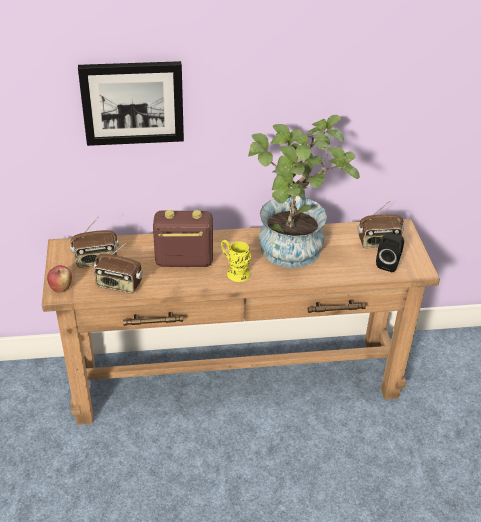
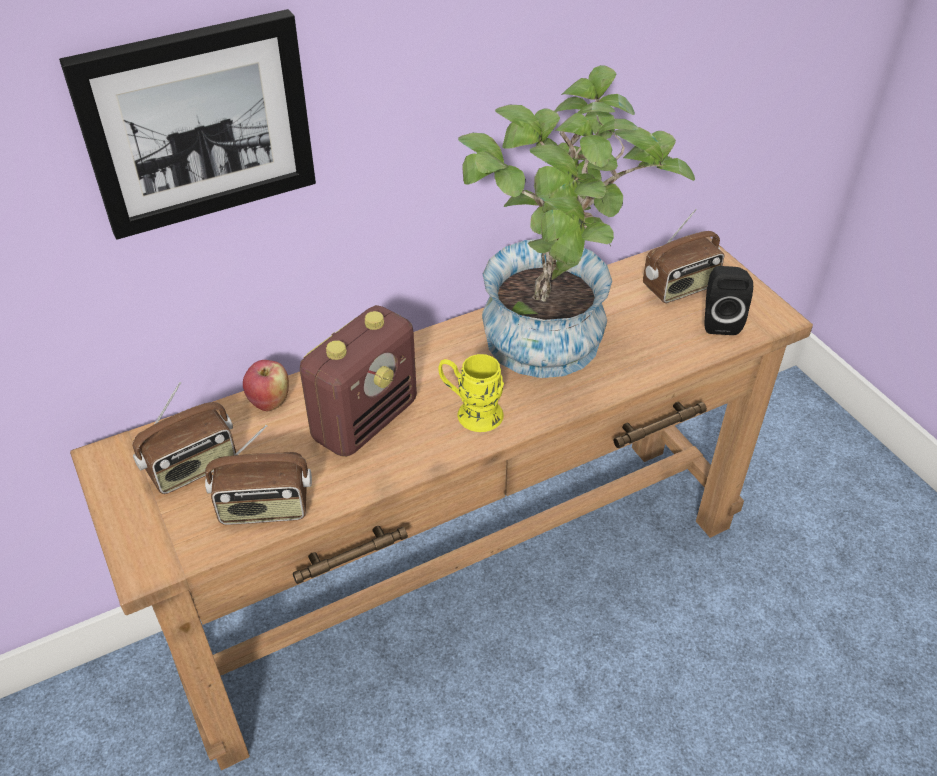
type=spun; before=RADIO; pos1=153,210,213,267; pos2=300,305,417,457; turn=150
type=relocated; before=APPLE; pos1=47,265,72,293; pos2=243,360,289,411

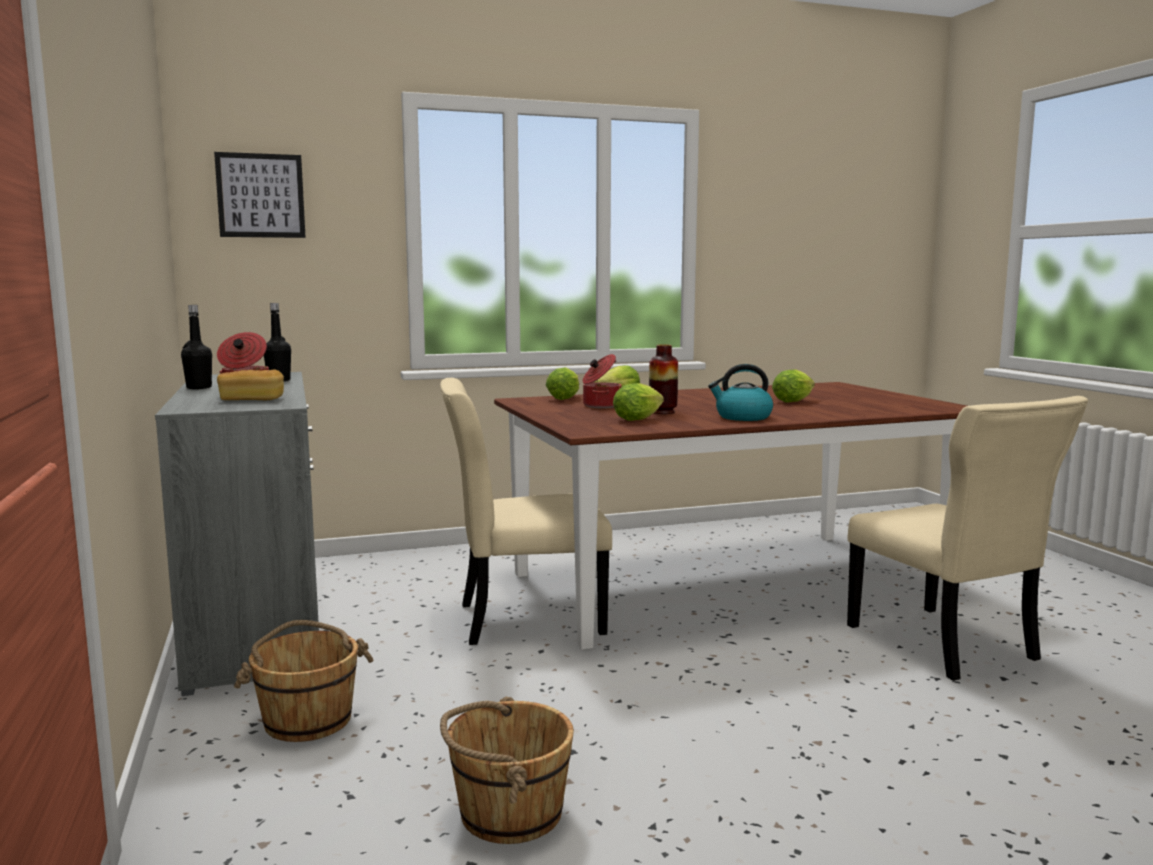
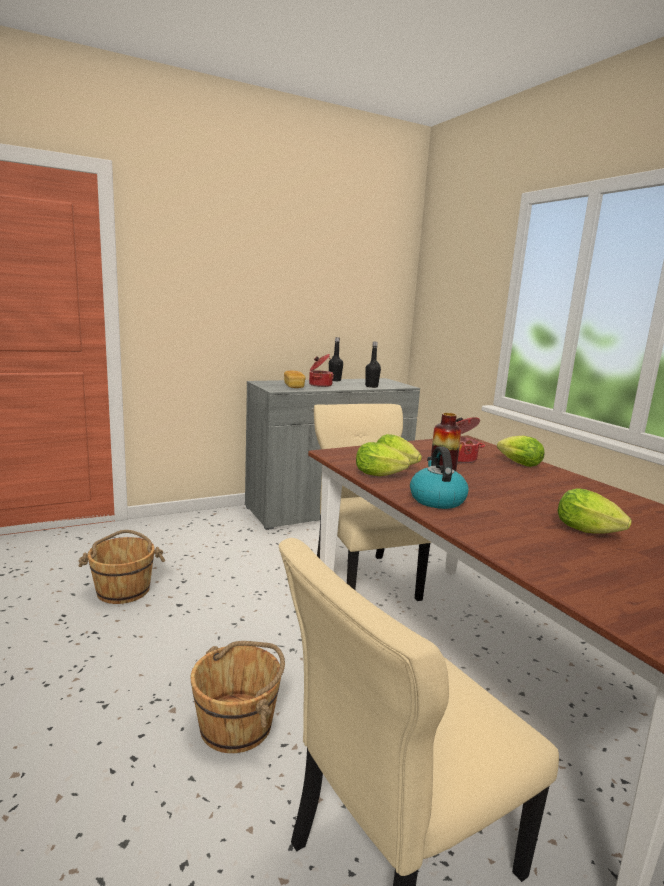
type=missing; before=PICTURE; pos1=214,152,306,238
type=relocated; before=LETTUCE; pos1=546,367,579,400; pos2=356,442,410,476
type=relocated; before=BROWN BUCKET; pos1=234,620,374,742; pos2=191,641,285,753

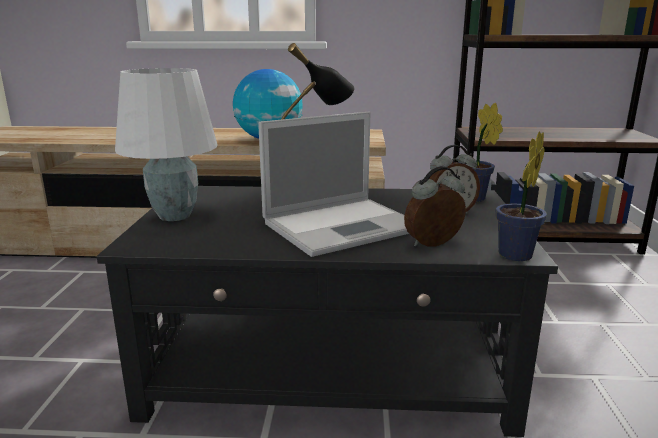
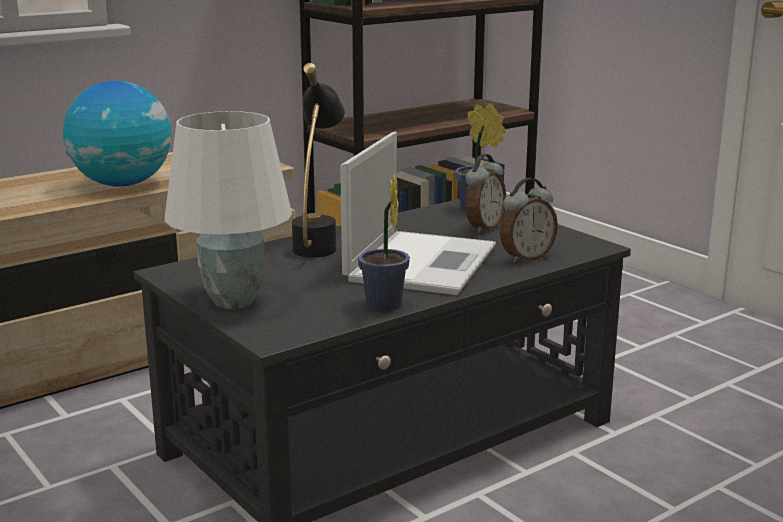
type=relocated; before=POTTED PLANT; pos1=496,132,547,261; pos2=358,174,410,311
type=spun; before=ALARM CLOCK; pos1=404,166,466,247; pos2=500,178,558,263; turn=-150

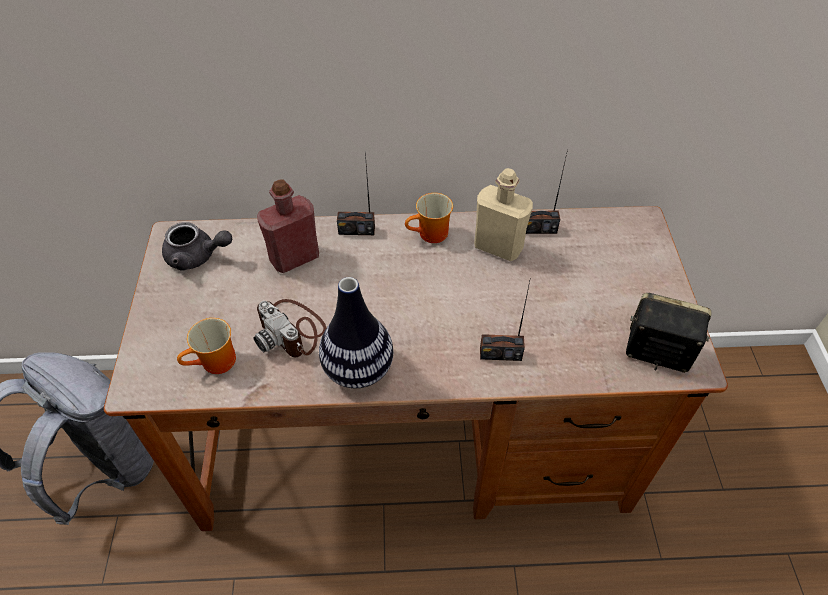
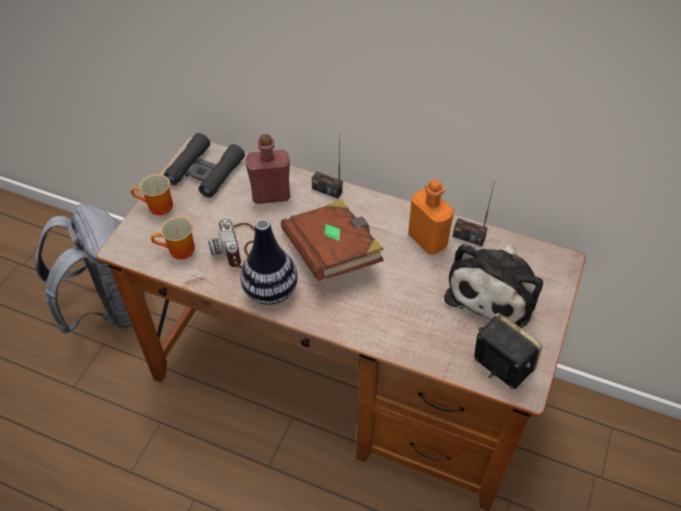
type=colour; before=BEIGE BOTTLE; after=ORANGE BOTTLE; pos1=474,168,533,261; pos2=408,179,454,255
type=relocated; before=MUG; pos1=405,193,453,243; pos2=131,174,173,215
type=exchanged; before=GREY TEAPOT; after=BLACK BINOCULARS; pos1=162,222,232,271; pos2=163,133,245,198
type=missing; before=RADIO; pos1=480,281,530,361
type=appeared; after=BROWN BOOK; pos2=281,200,384,281
type=appeared; after=PLUSH TOY; pos2=444,244,543,328

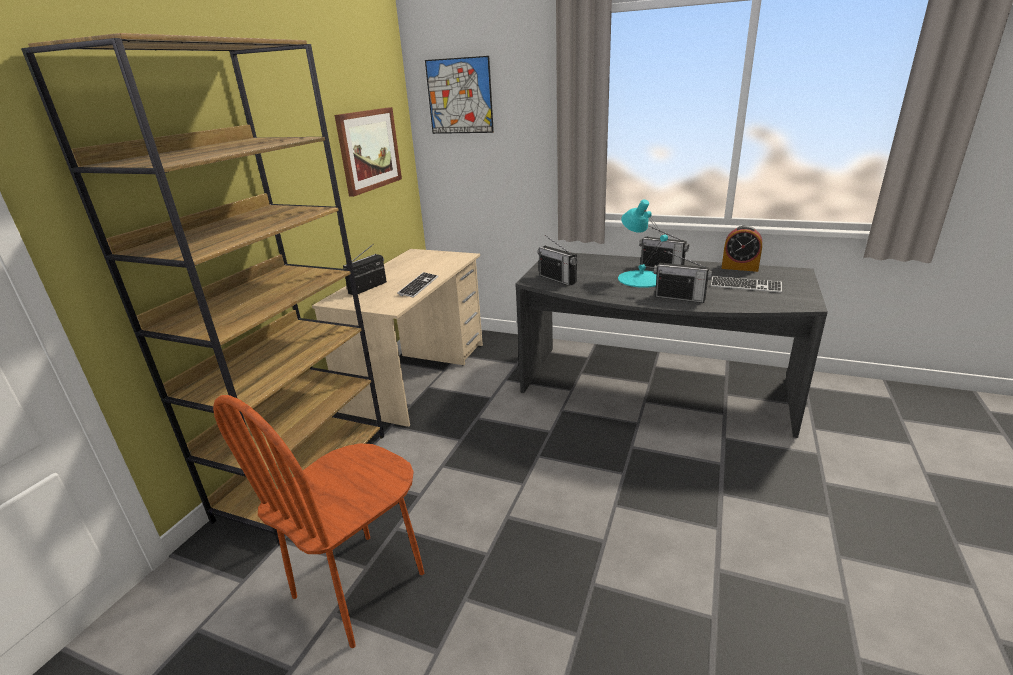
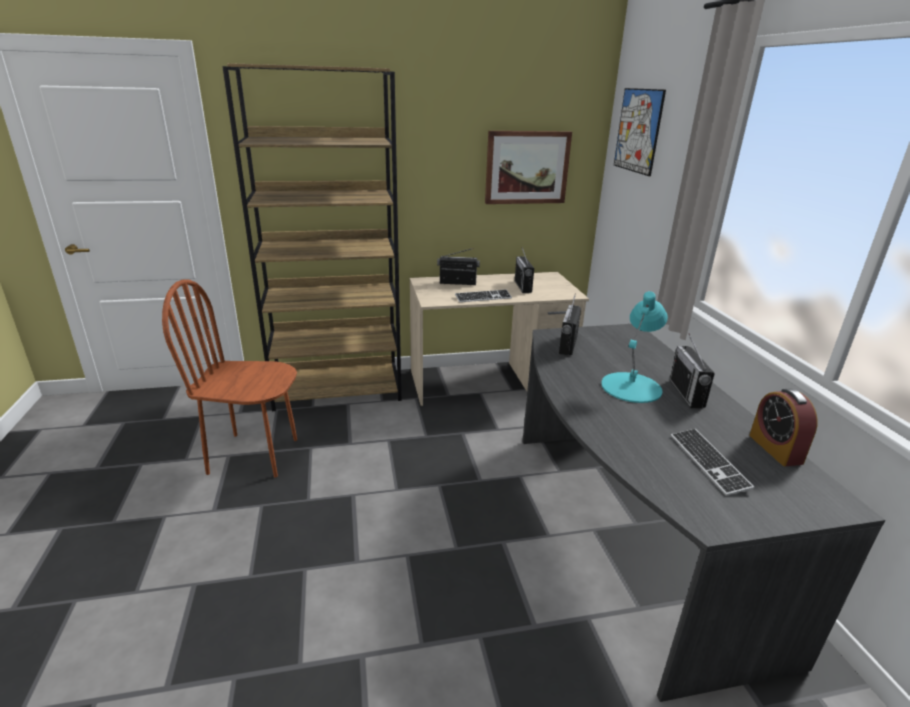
type=relocated; before=RADIO; pos1=654,250,713,303; pos2=515,247,534,293

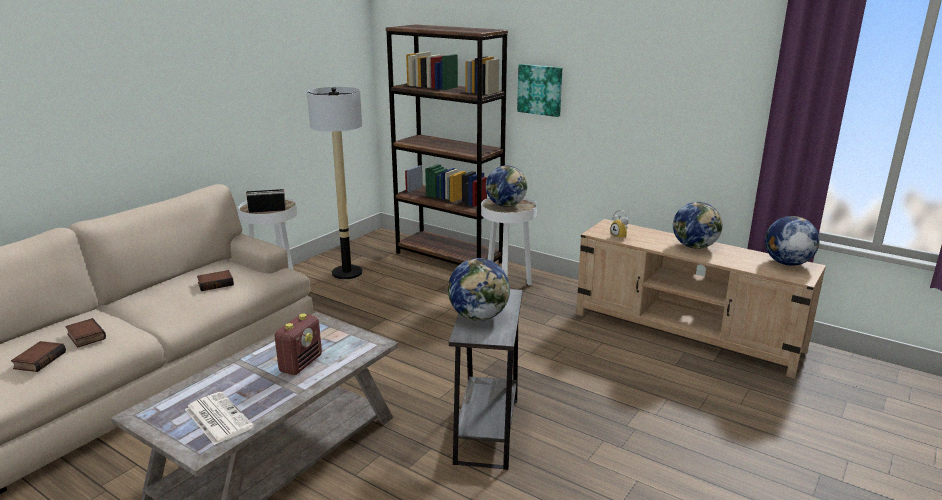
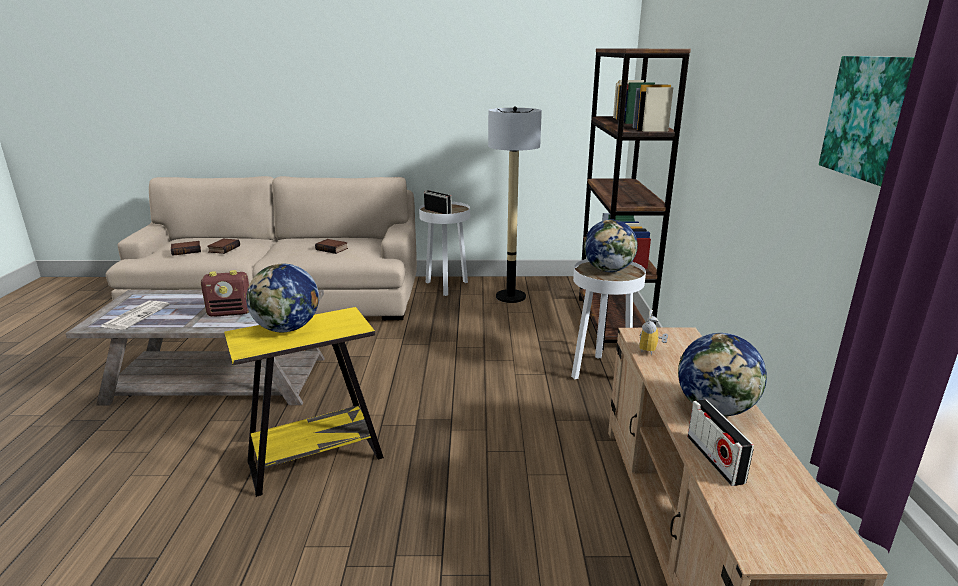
type=relocated; before=PICTURE; pos1=517,64,562,117; pos2=819,56,915,186
type=missing; before=GLOBE; pos1=765,216,820,266
type=colour; before=GREY SIDE TABLE; after=YELLOW SIDE TABLE; pos1=449,289,523,470; pos2=224,307,384,497
type=appeared; after=RADIO; pos2=687,399,754,486

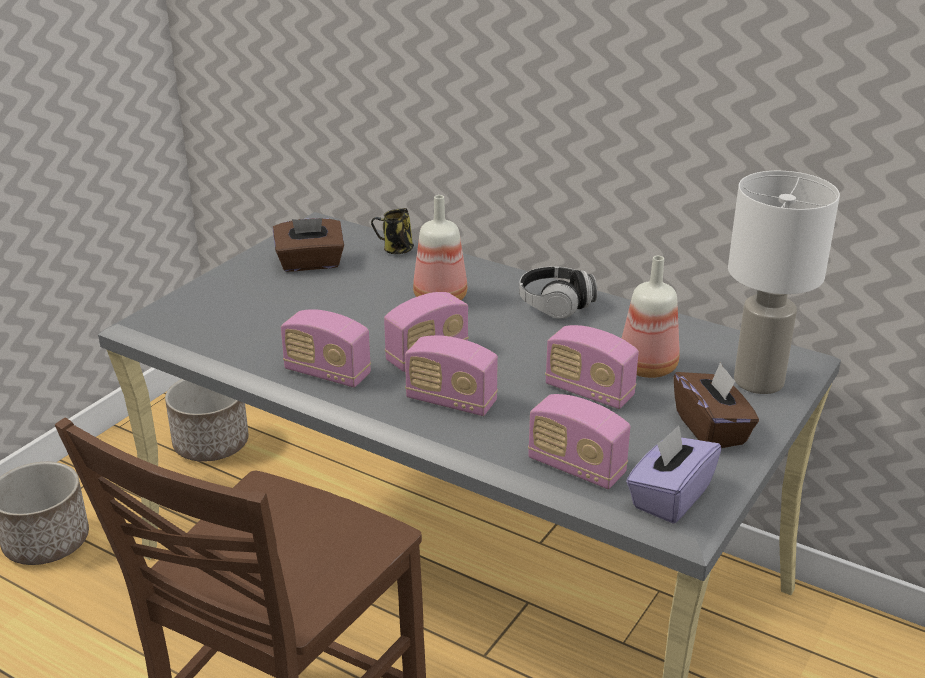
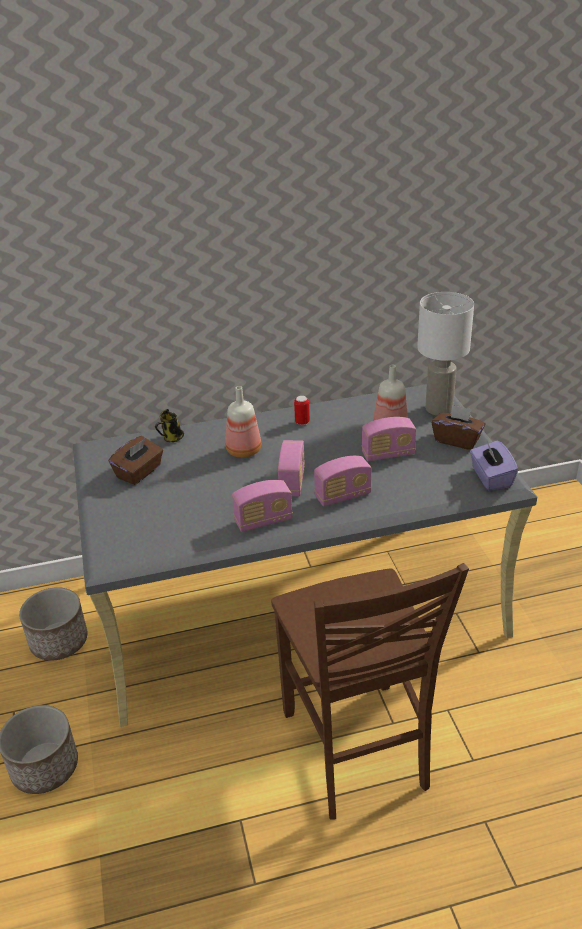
type=exchanged; before=HEADPHONES; after=CAN; pos1=519,266,597,319; pos2=294,396,310,425
type=missing; before=RADIO; pos1=528,394,630,489

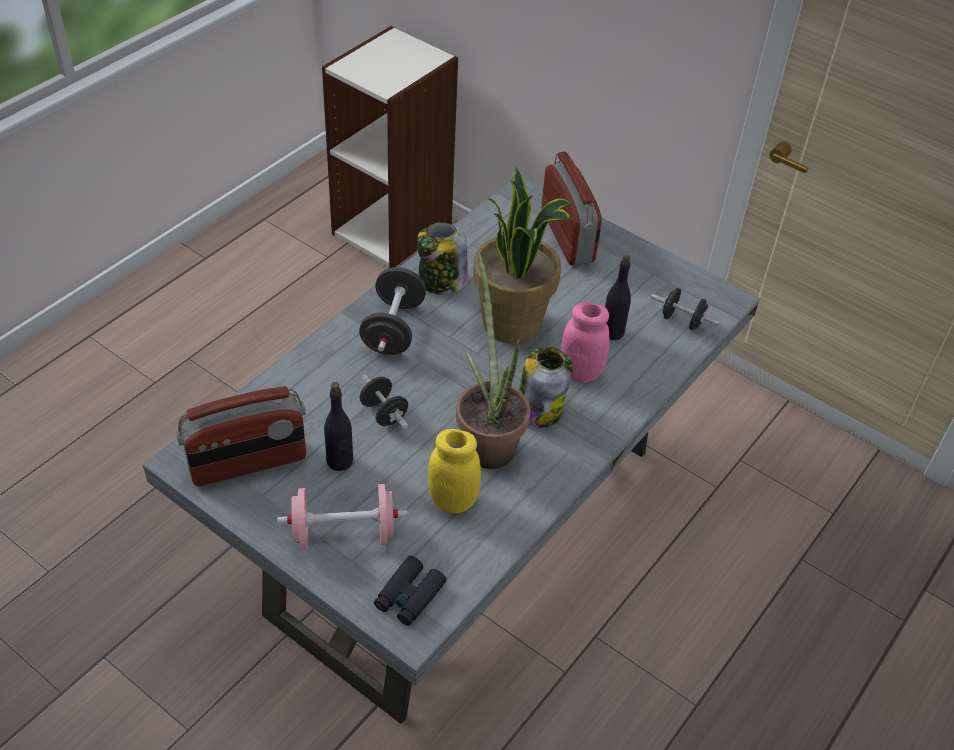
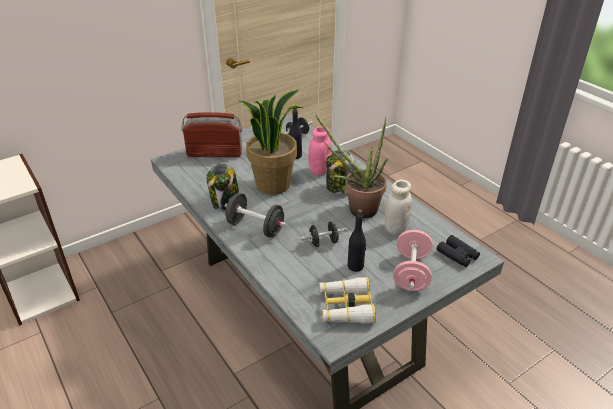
type=exchanged; before=RADIO; after=BINOCULARS; pos1=176,386,306,486; pos2=319,277,376,324
type=colour; before=YELLOW JAR; after=WHITE JAR; pos1=428,429,481,514; pos2=384,180,412,235

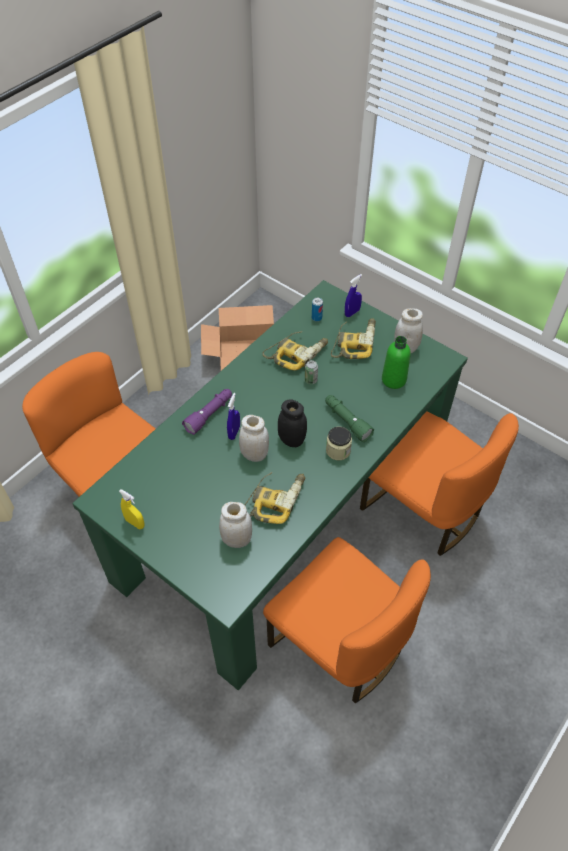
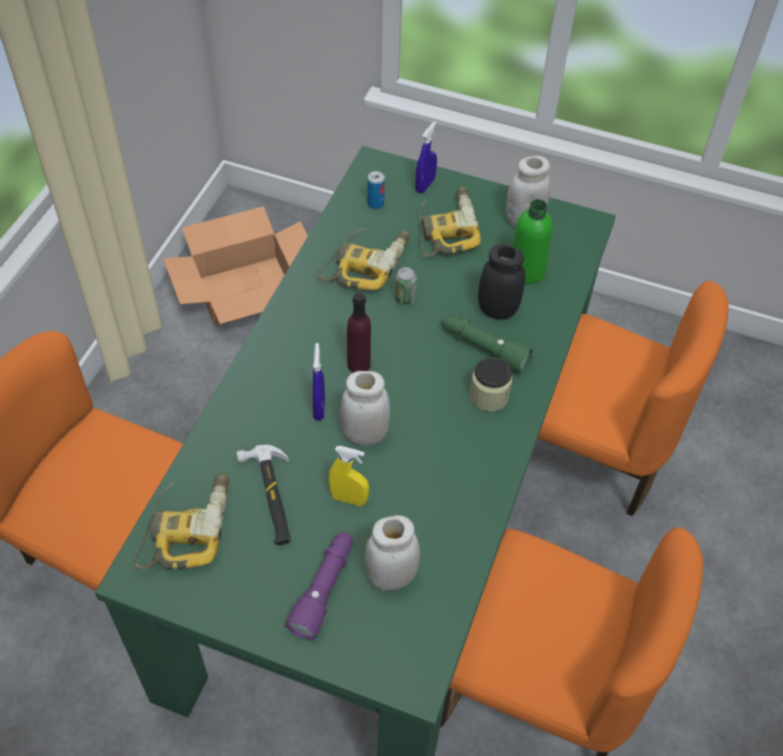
type=relocated; before=PURPLE FLASHLIGHT; pos1=182,389,232,435; pos2=285,532,353,641
type=relocated; before=BLACK JAR; pos1=278,399,307,447; pos2=478,244,525,320
type=relocated; before=POWER DRILL; pos1=244,472,305,524; pos2=133,473,229,569
type=relocated; before=YELLOW SPRAY BOTTLE; pos1=119,489,145,529; pos2=329,446,369,506
type=appeared; after=PURPLE BOTTLE; pos2=347,293,371,373
type=appeared; after=HAMMER; pos2=236,445,291,545

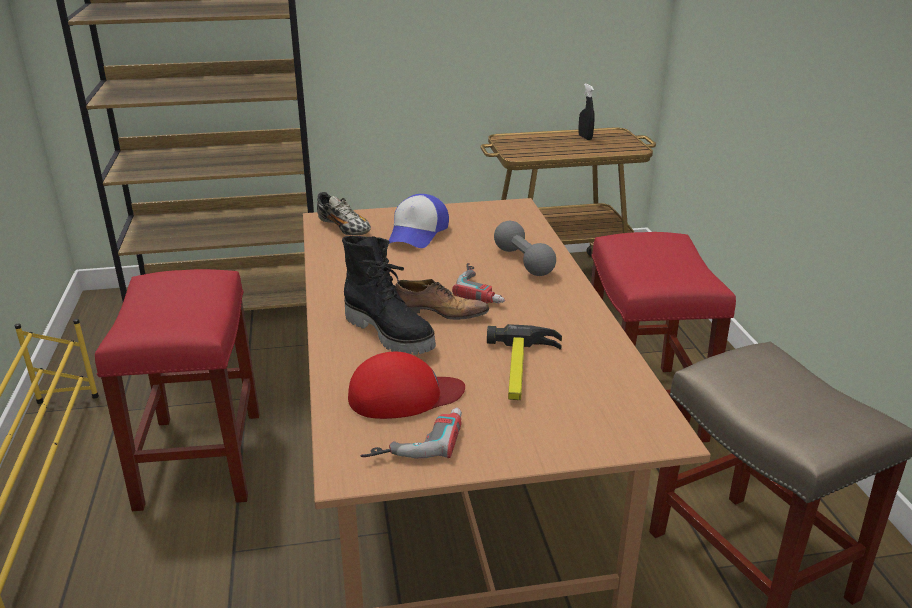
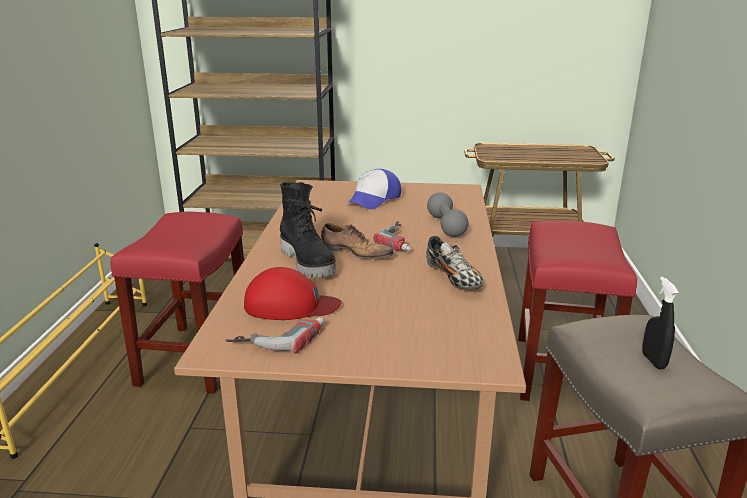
type=relocated; before=BLACK SPRAY BOTTLE; pos1=578,84,594,140; pos2=642,277,679,369
type=relocated; before=SHOE; pos1=317,192,371,236; pos2=426,236,484,290
type=missing; before=HAMMER; pos1=487,324,562,400

